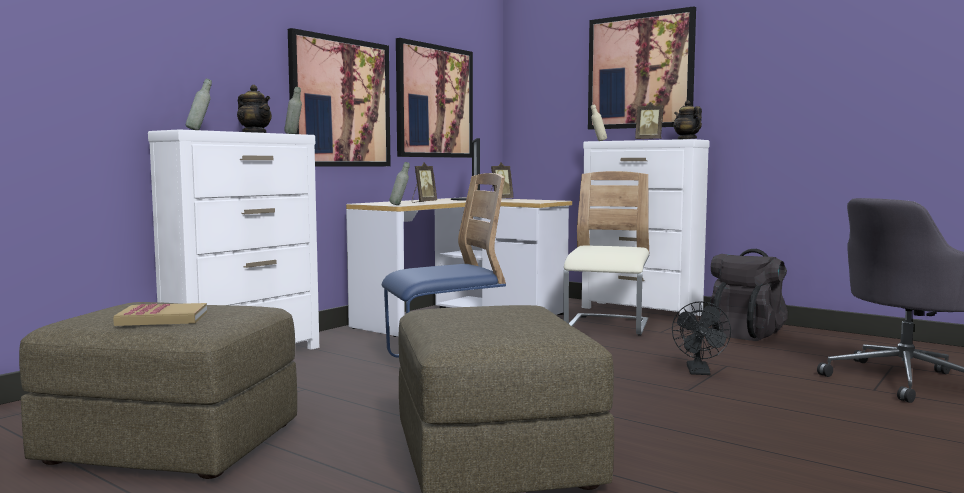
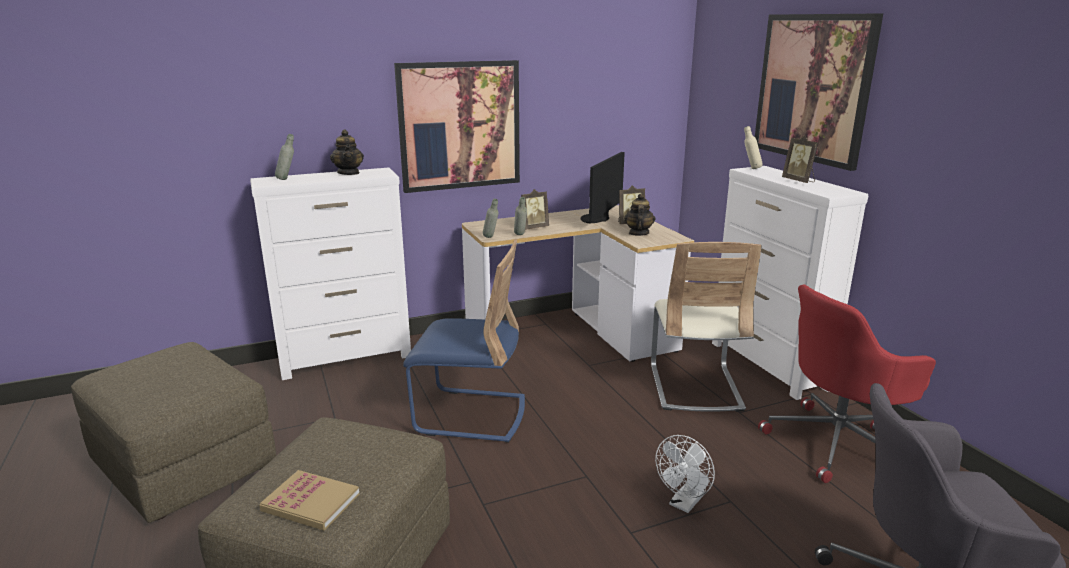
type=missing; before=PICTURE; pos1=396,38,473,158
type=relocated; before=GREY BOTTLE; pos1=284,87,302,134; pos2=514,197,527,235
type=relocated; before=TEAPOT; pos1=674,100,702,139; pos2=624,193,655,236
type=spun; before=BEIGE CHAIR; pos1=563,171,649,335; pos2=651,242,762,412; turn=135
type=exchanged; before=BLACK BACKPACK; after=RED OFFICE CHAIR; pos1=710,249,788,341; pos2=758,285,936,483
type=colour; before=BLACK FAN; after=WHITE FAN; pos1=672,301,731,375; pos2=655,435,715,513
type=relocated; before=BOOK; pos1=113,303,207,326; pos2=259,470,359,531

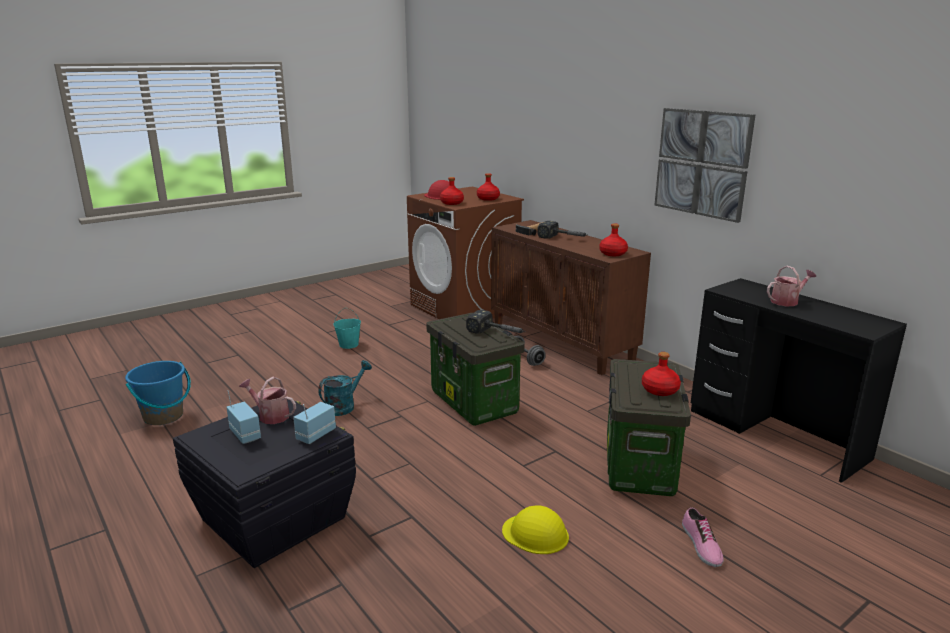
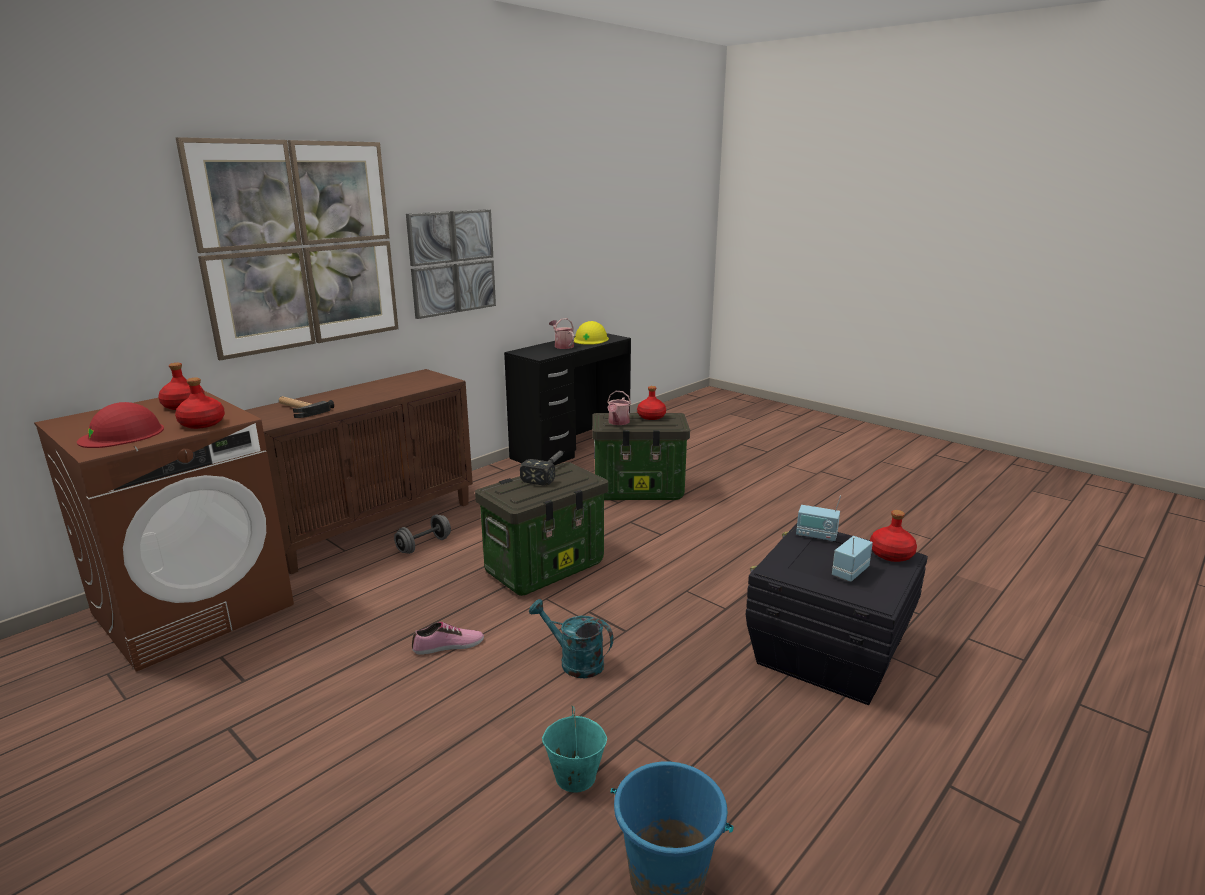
type=missing; before=HAMMER; pos1=538,221,586,239
type=relocated; before=RED BOTTLE; pos1=599,224,628,256; pos2=870,510,917,562
type=relocated; before=TURQUOISE BUCKET; pos1=333,308,361,349; pos2=542,705,607,793
type=relocated; before=WATERING CAN; pos1=239,377,296,424; pos2=607,391,631,425
type=relocated; before=YELLOW HARD HAT; pos1=502,505,569,554; pos2=574,321,609,345
type=relocated; before=SHOE; pos1=682,507,724,567; pos2=412,622,484,655
type=appeared; after=PICTURE; pos2=176,137,399,361

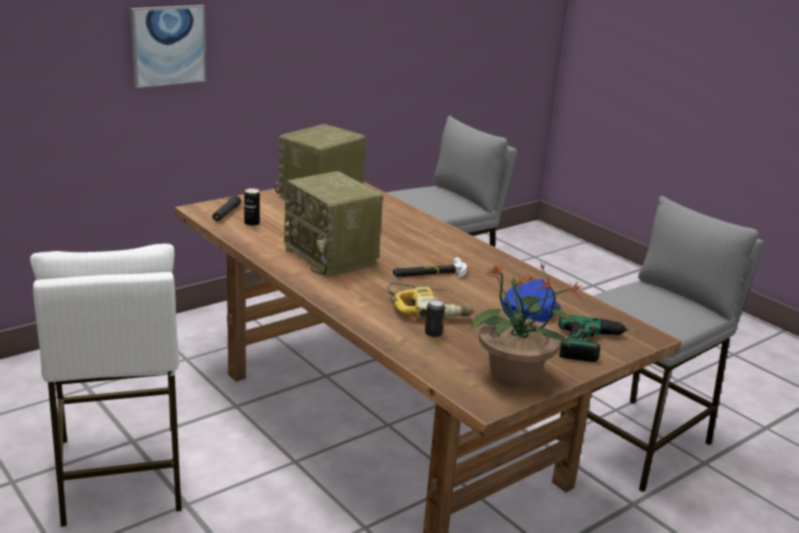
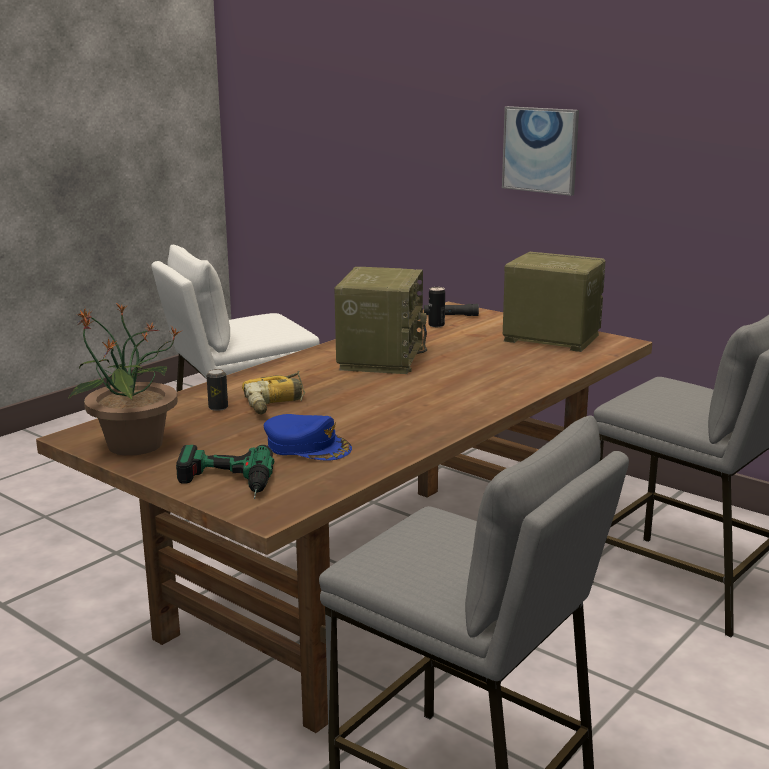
type=spun; before=RADIO; pos1=284,171,383,277; pos2=334,267,427,374; turn=150
type=missing; before=HAMMER; pos1=393,257,467,278

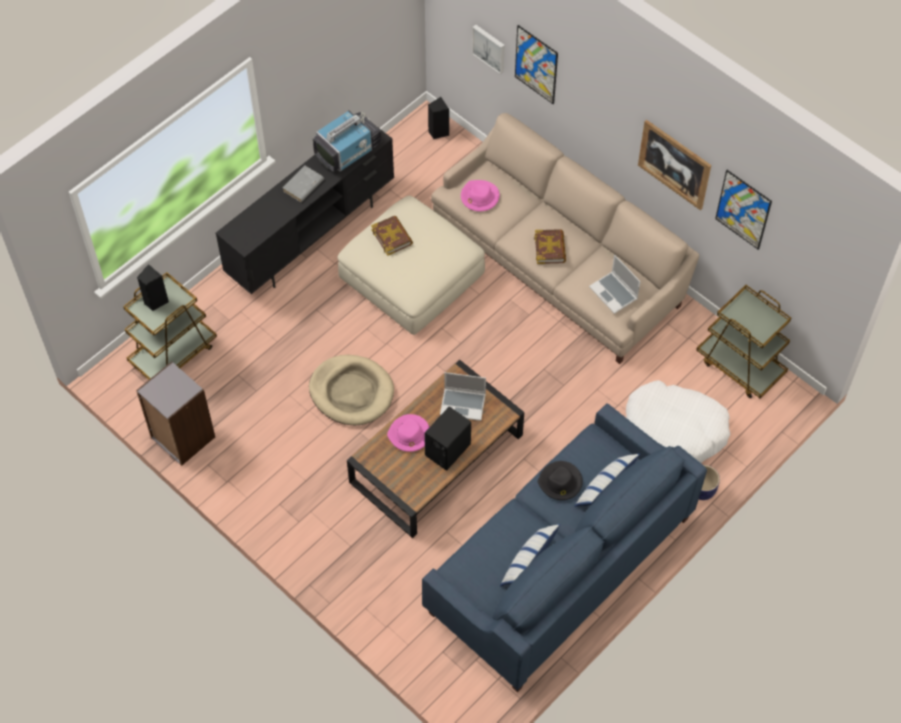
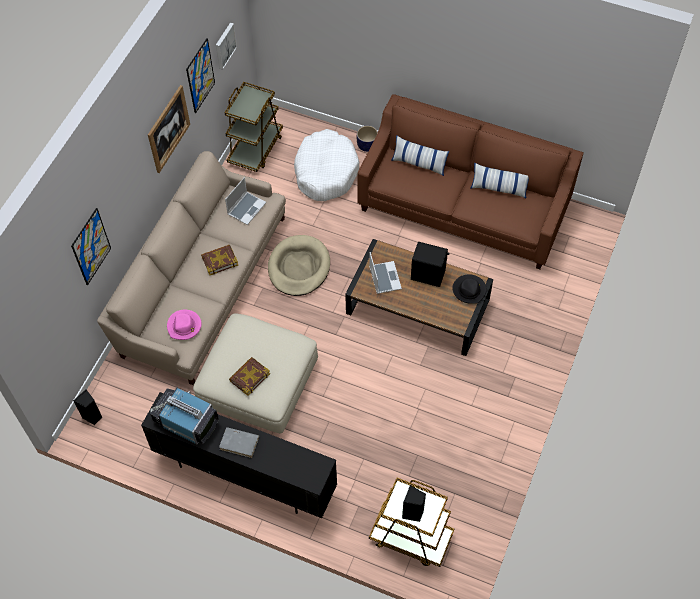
type=relocated; before=PICTURE; pos1=472,24,505,74; pos2=216,22,237,70
type=relocated; before=BEIGE DOG BED; pos1=309,355,394,425; pos2=268,235,330,296
type=missing; before=GREY BOOKCASE; pos1=136,361,215,466
type=colour; before=BLUE SOFA; after=BROWN SOFA; pos1=422,403,707,692; pos2=358,94,584,269
type=missing; before=PINK HAT; pos1=387,414,429,452
type=relocated; before=BLACK HAT; pos1=538,461,583,500; pos2=452,274,487,304

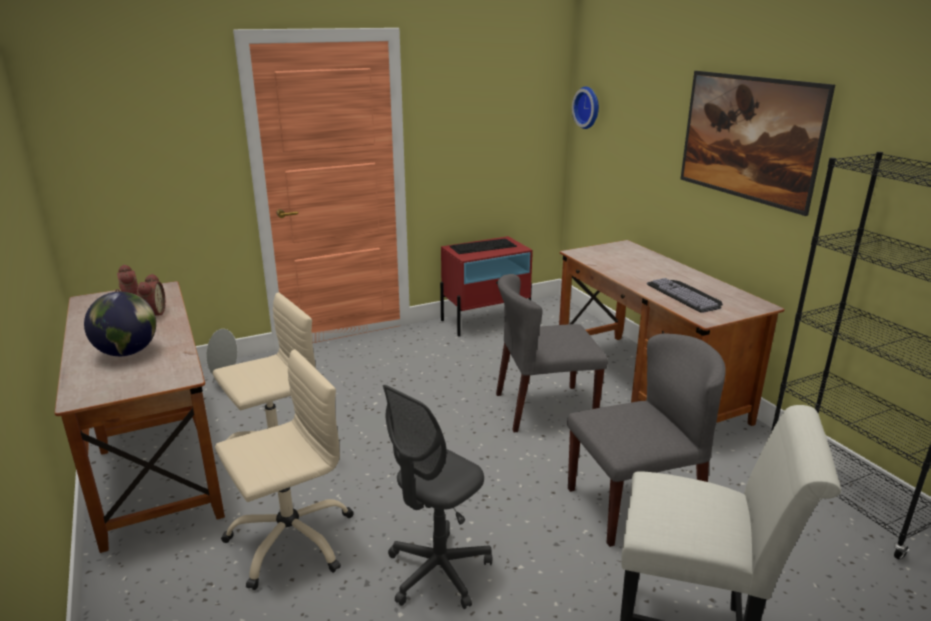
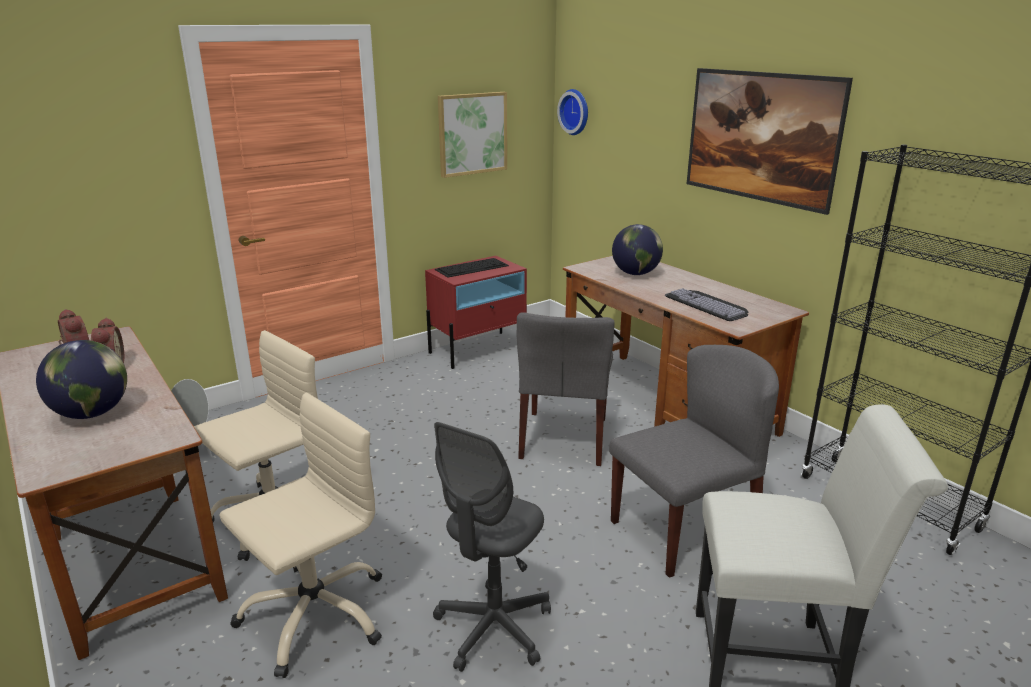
type=spun; before=GREY CHAIR; pos1=496,274,608,433; pos2=517,312,615,466; turn=-60
type=appeared; after=PICTURE; pos2=438,92,507,178
type=appeared; after=GLOBE; pos2=612,224,663,275

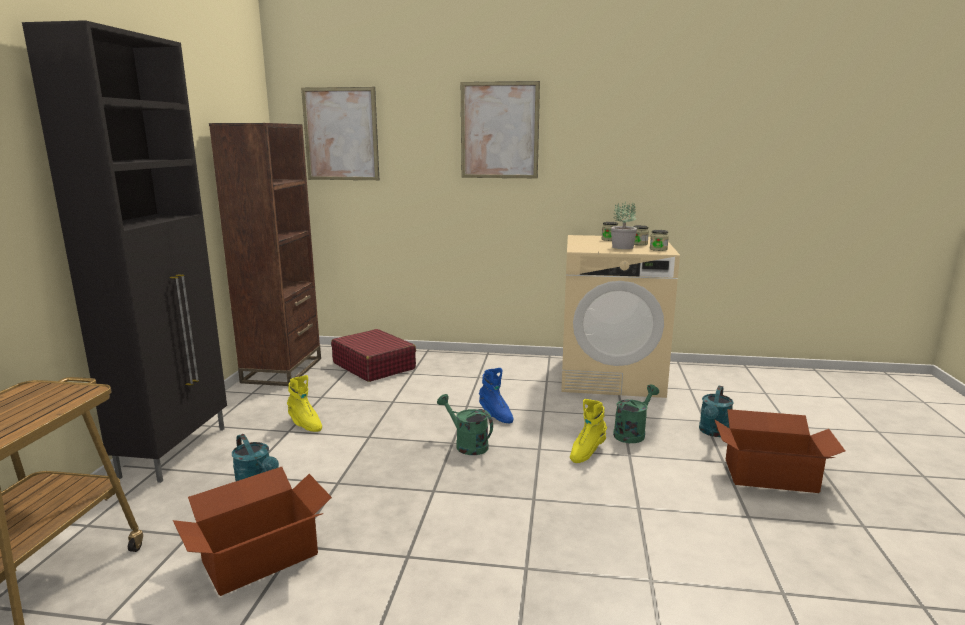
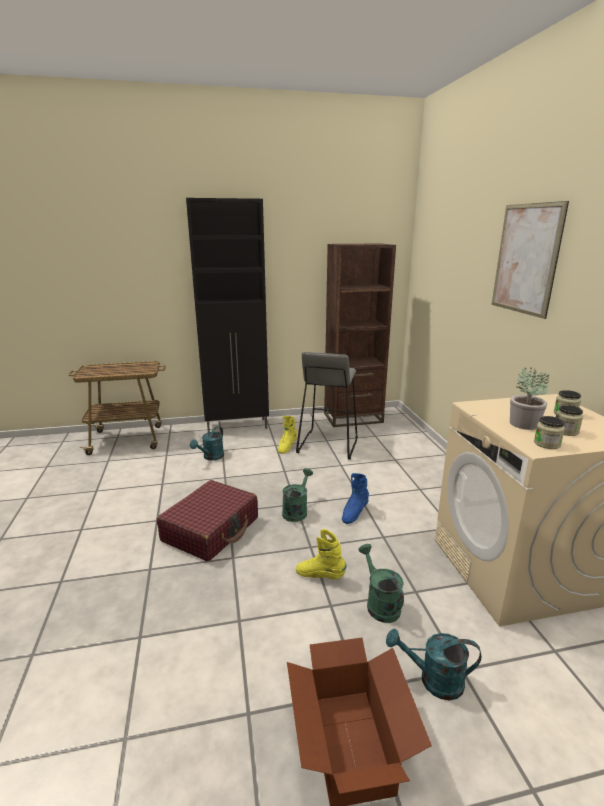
type=missing; before=PICTURE; pos1=301,87,379,180
type=relocated; before=RED SUITCASE; pos1=331,329,416,382; pos2=157,480,258,562
type=spun; before=GREEN WATERING CAN; pos1=613,385,659,443; pos2=359,544,404,623; turn=-135
type=missing; before=CARDBOARD BOX; pos1=173,467,332,596
type=appeared; after=GREY STOOL; pos2=296,352,358,460

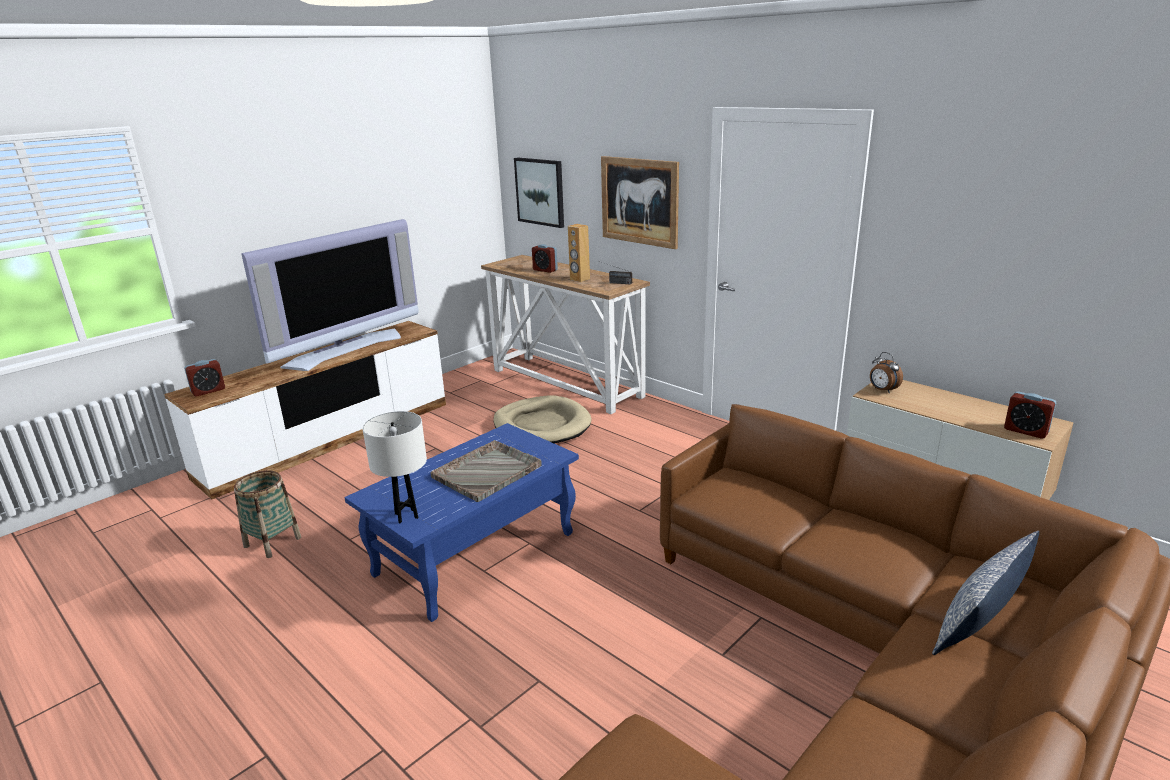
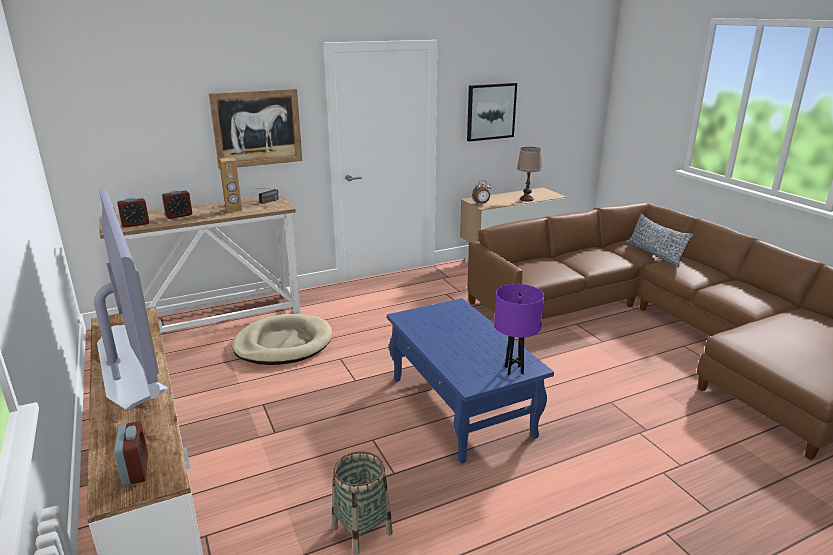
type=relocated; before=PICTURE; pos1=514,157,564,228; pos2=467,83,517,142
type=relocated; before=ALARM CLOCK; pos1=1004,391,1056,439; pos2=117,197,149,227
type=colour; before=WHITE TABLE LAMP; after=PURPLE TABLE LAMP; pos1=362,411,427,523; pos2=494,284,544,375
type=missing; before=GREY TRAY; pos1=431,440,541,502
type=appeared; after=BROWN TABLE LAMP; pos2=517,147,542,202

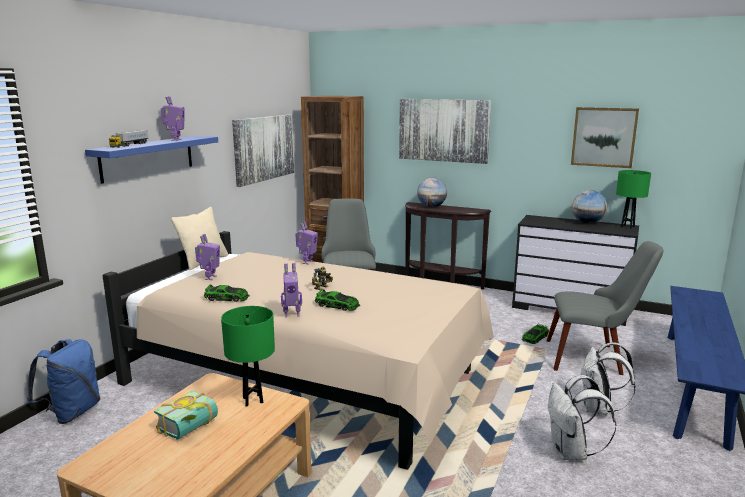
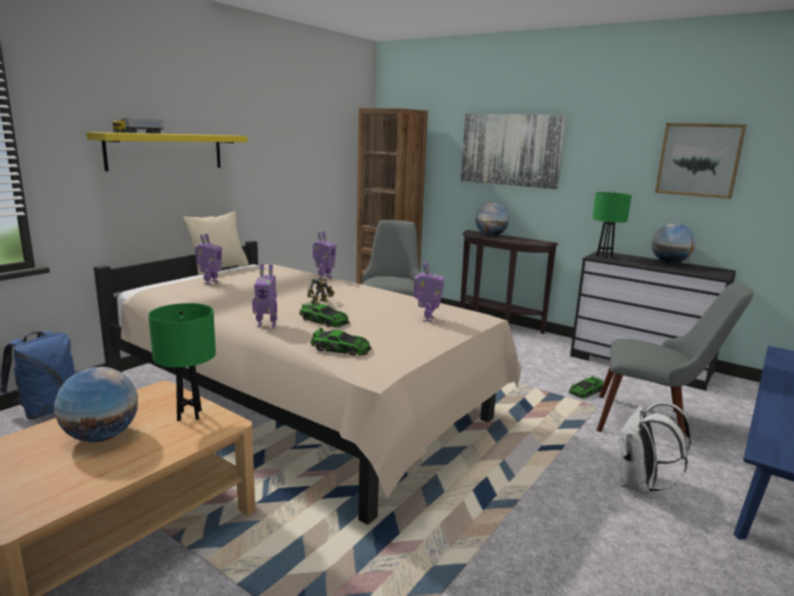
type=relocated; before=TOY ROBOT; pos1=161,97,185,141; pos2=414,262,444,322
type=missing; before=PICTURE; pos1=232,115,294,187
type=colour; before=BLUE SHELF; after=YELLOW SHELF; pos1=85,136,218,184; pos2=86,132,247,171
type=relocated; before=GREEN TABLE LAMP; pos1=616,170,651,229; pos2=592,192,632,258
type=relocated; before=TOY CAR; pos1=204,284,250,302; pos2=310,328,372,356
type=missing; before=WHITE BACKPACK; pos1=548,375,616,460
type=exchanged; before=BOOK; after=GLOBE; pos1=154,390,218,440; pos2=54,367,138,442

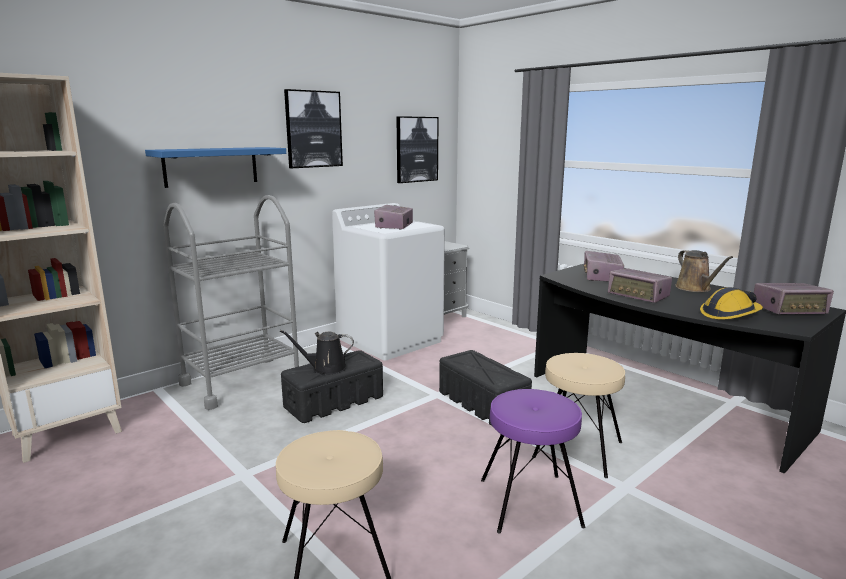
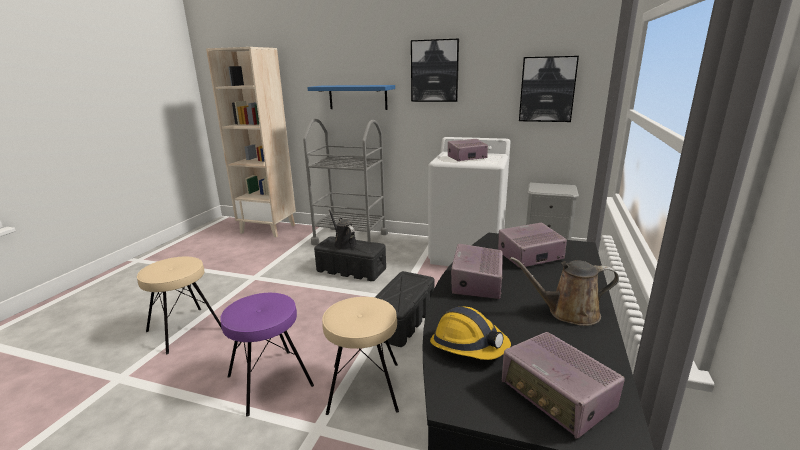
type=spun; before=BROWN WATERING CAN; pos1=675,250,733,292; pos2=510,257,619,326; turn=45

